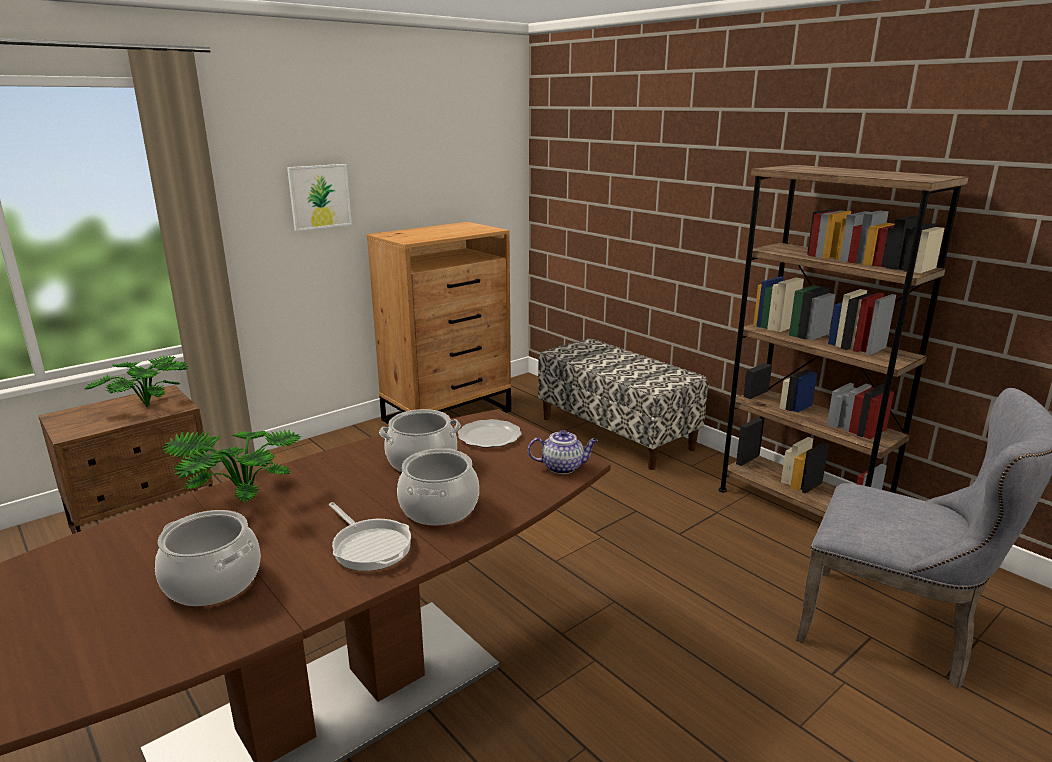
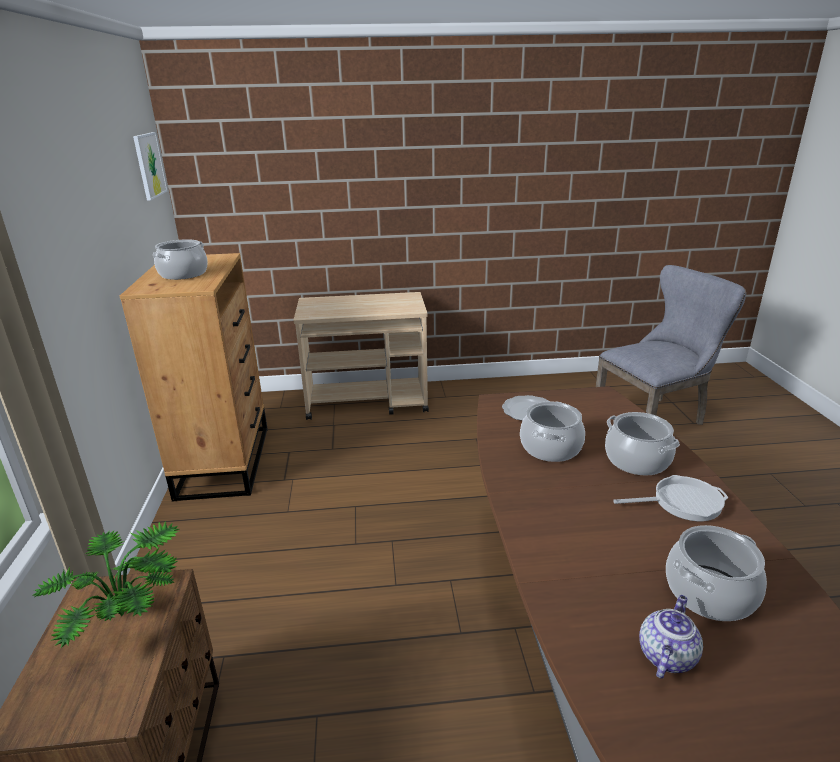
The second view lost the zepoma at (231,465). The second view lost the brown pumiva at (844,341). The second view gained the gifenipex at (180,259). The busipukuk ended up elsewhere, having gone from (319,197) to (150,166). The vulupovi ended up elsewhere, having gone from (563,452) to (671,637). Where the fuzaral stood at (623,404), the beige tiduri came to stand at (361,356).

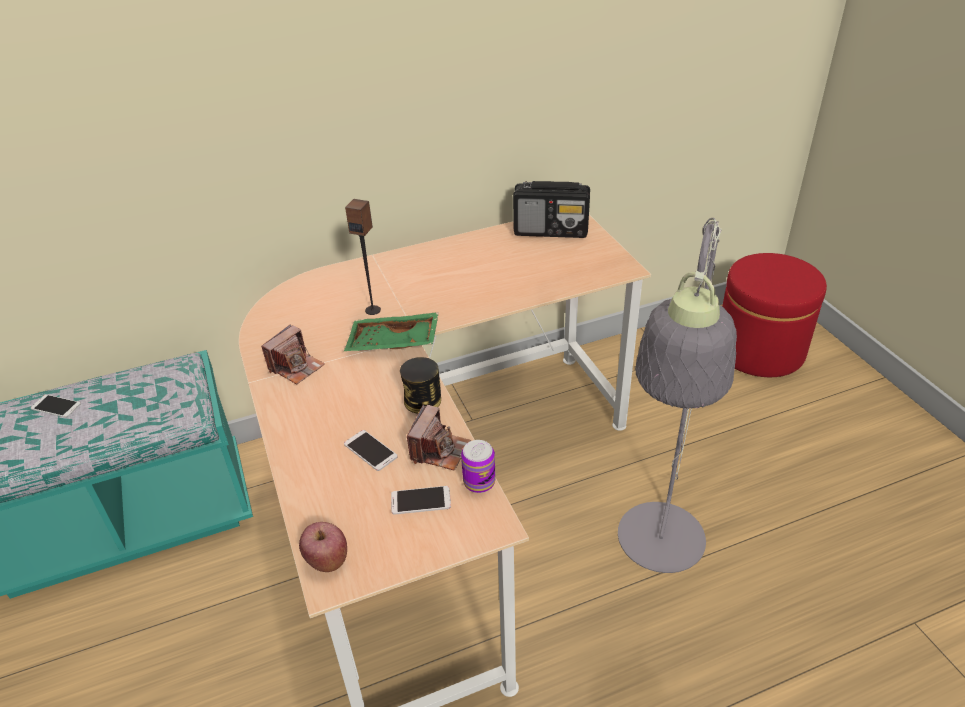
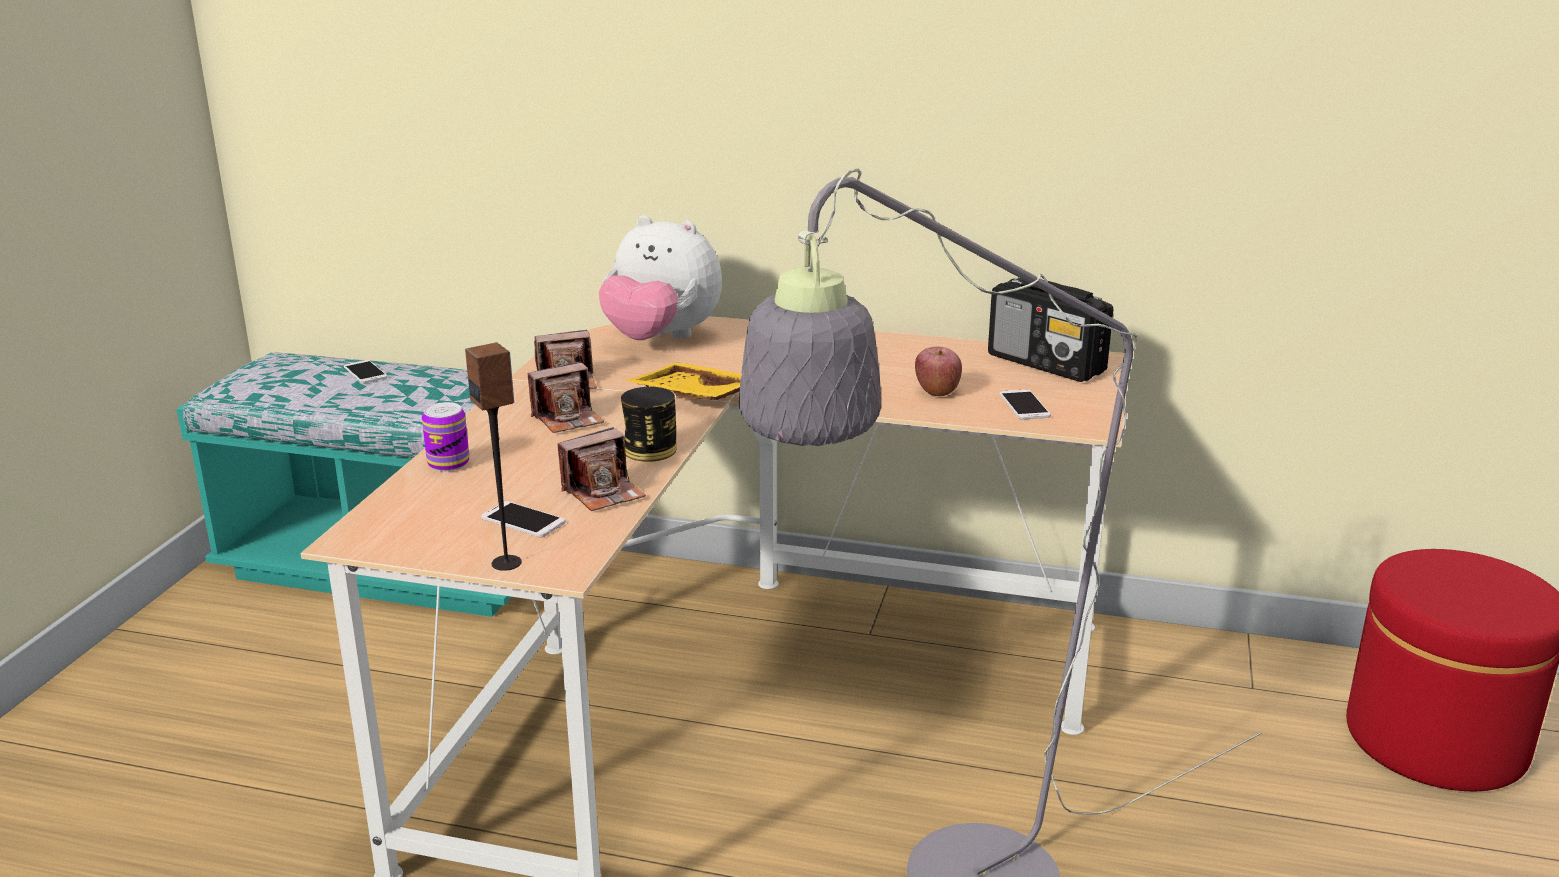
The second view gained the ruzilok at (566,397). The second view gained the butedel at (660,277). The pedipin ended up elsewhere, having gone from (323,547) to (938,371). The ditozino ended up elsewhere, having gone from (371,450) to (1025,404). The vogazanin ended up elsewhere, having gone from (363,257) to (493,457). The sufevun ended up elsewhere, having gone from (478,466) to (445,437). What was the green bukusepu at (391,331) turned into the yellow bukusepu at (683,381).

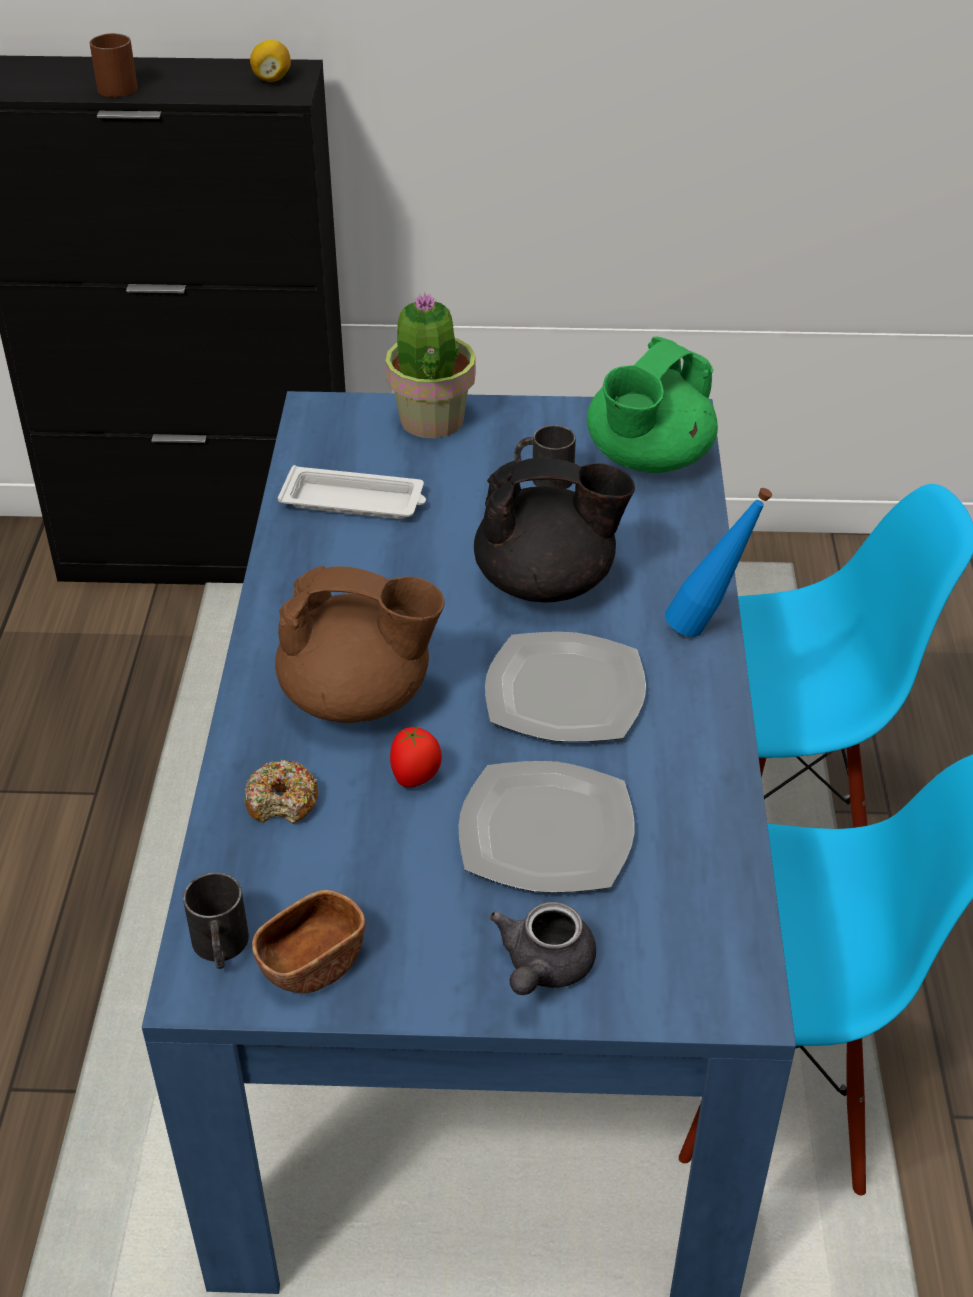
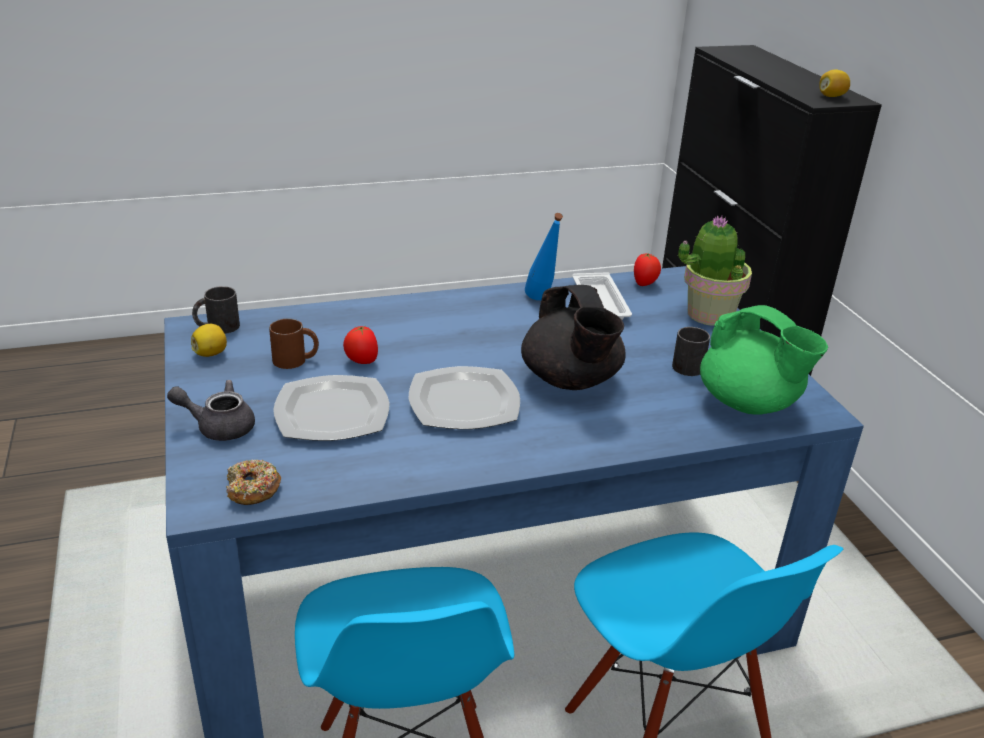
The second view lost the brown vulupovi at (360,644). The second view gained the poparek at (647,269). The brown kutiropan ended up elsewhere, having gone from (114,65) to (294,344). The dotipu ended up elsewhere, having gone from (281,791) to (253,482). The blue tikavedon ended up elsewhere, having gone from (718,562) to (544,256). Where the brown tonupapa stood at (308,941), the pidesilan came to stand at (209,340). The green vulupovi at (652,404) ended up facing another way, 150 degrees counterclockwise from before.

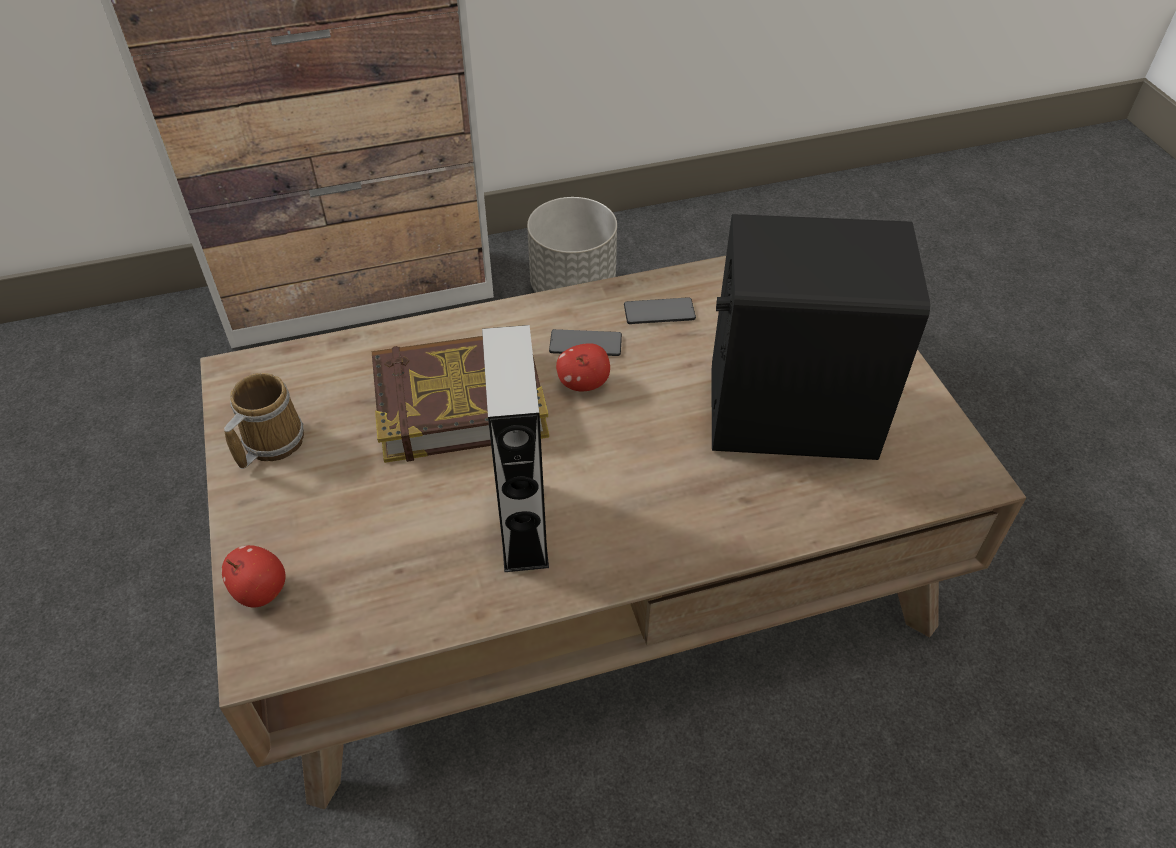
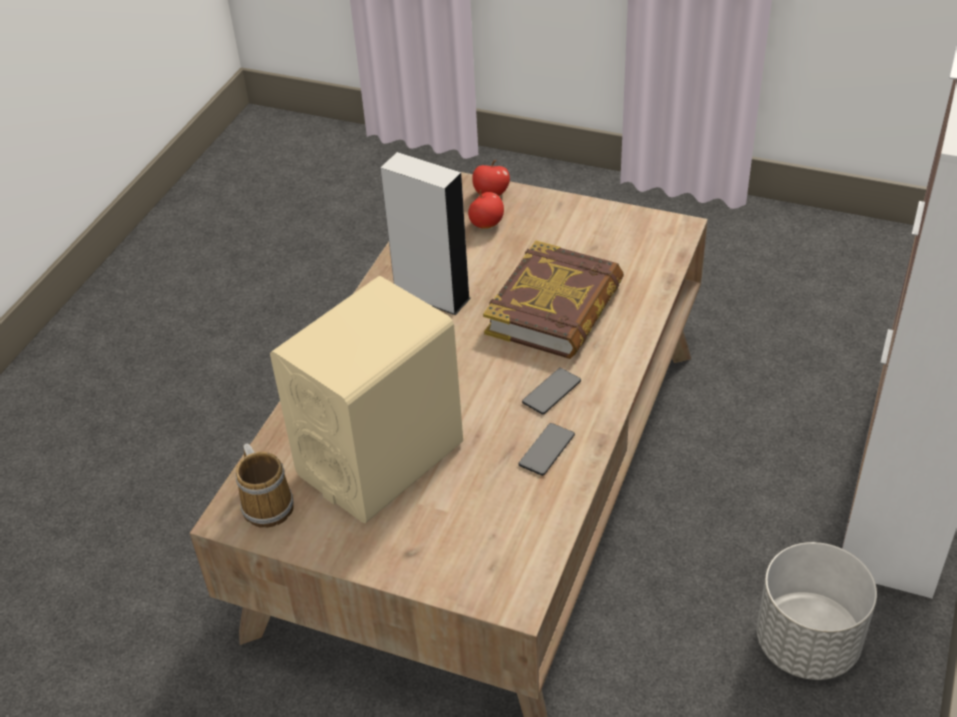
The kutiropan ended up elsewhere, having gone from (264,421) to (265,486). The pedipin ended up elsewhere, having gone from (583,367) to (486,209). What was the black vogazanin at (820,337) turned into the beige vogazanin at (366,399).

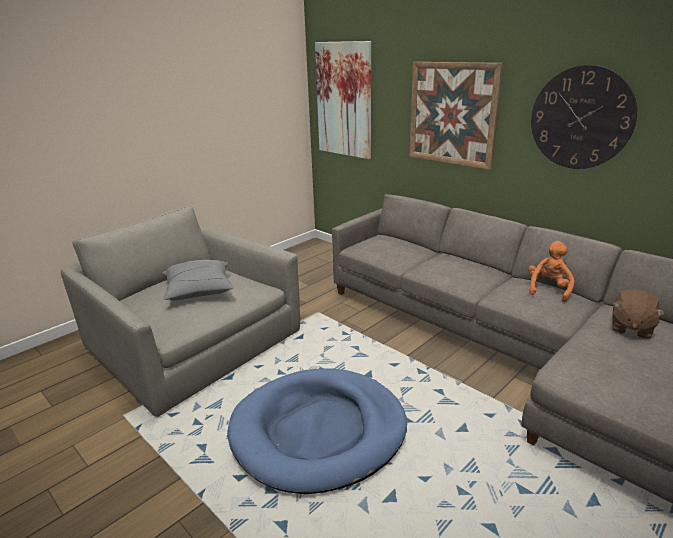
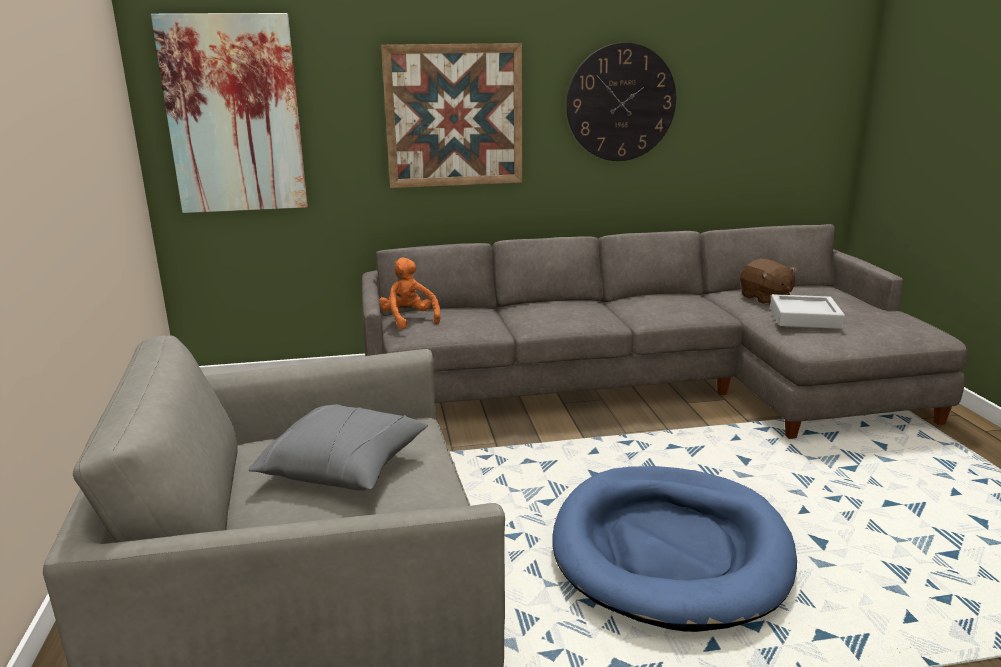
The second view gained the grey bukusepu at (807,311). The orange butedel ended up elsewhere, having gone from (551,271) to (409,293).

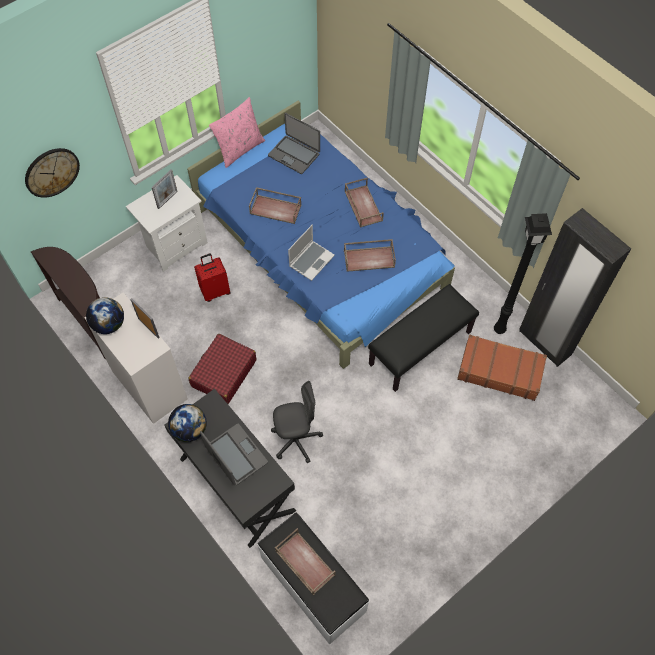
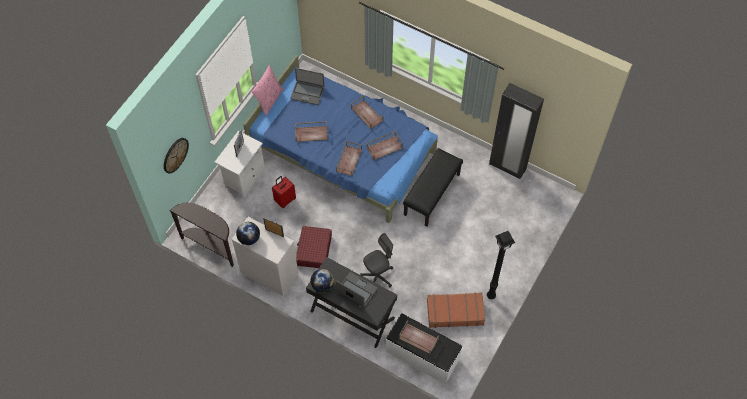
The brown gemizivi ended up elsewhere, having gone from (502,368) to (456,310). The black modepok ended up elsewhere, having gone from (523,273) to (501,265). Where the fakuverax stood at (311,253), the brown bukusepu came to stand at (349,158).

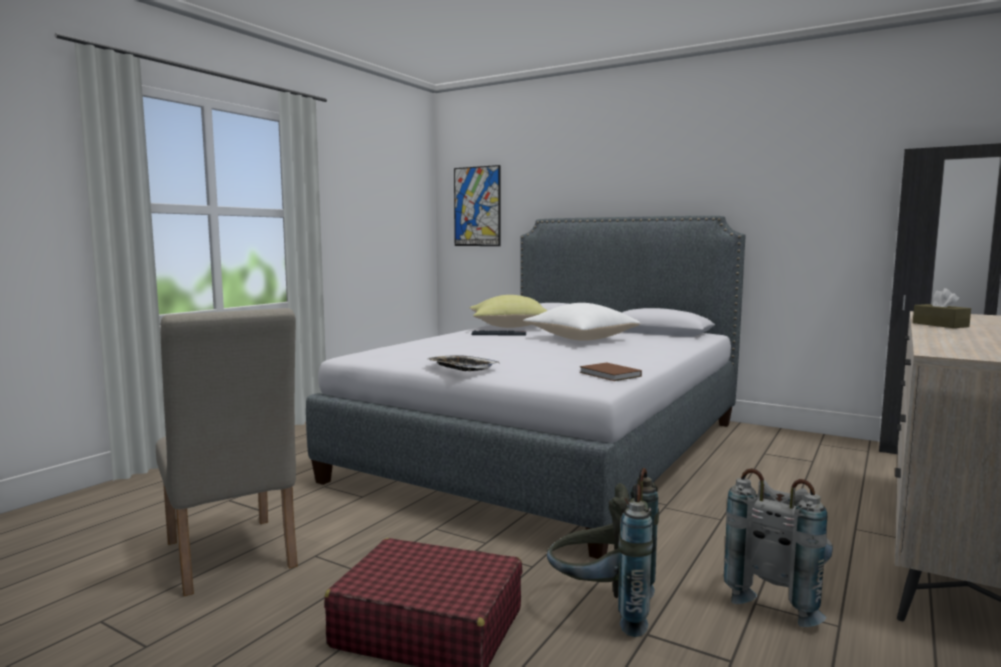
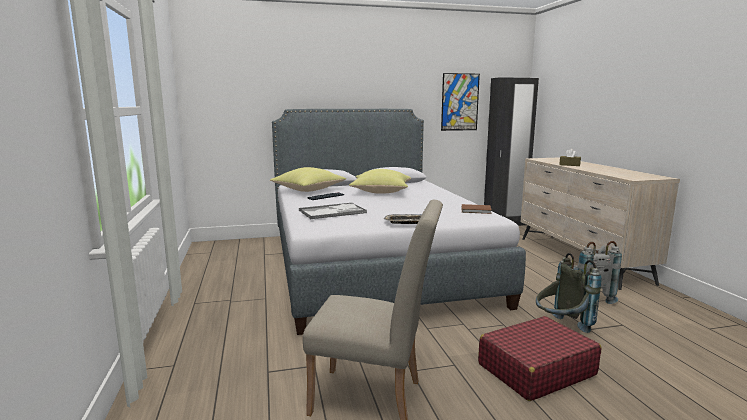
The second view gained the bukusepu at (333,211). The busipukuk ended up elsewhere, having gone from (477,205) to (460,102). What was the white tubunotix at (581,322) turned into the yellow tubunotix at (380,181).

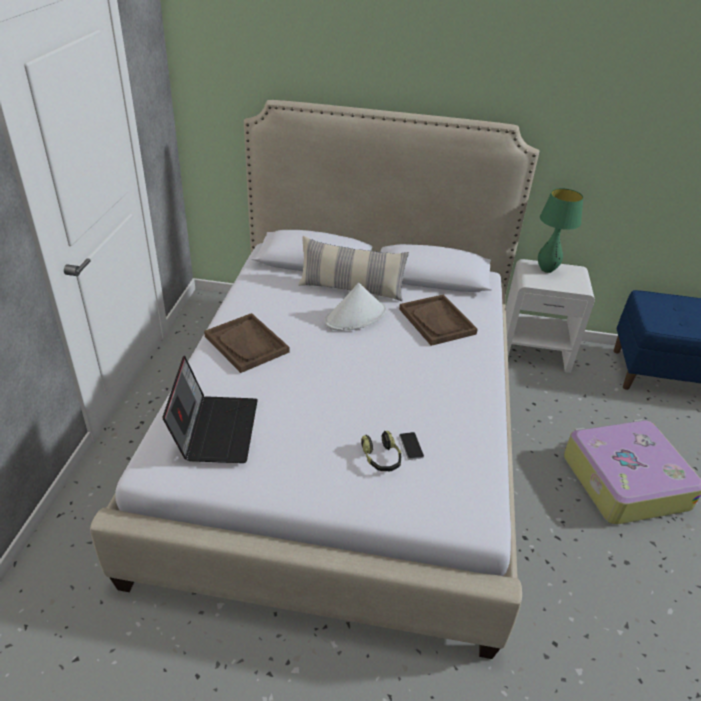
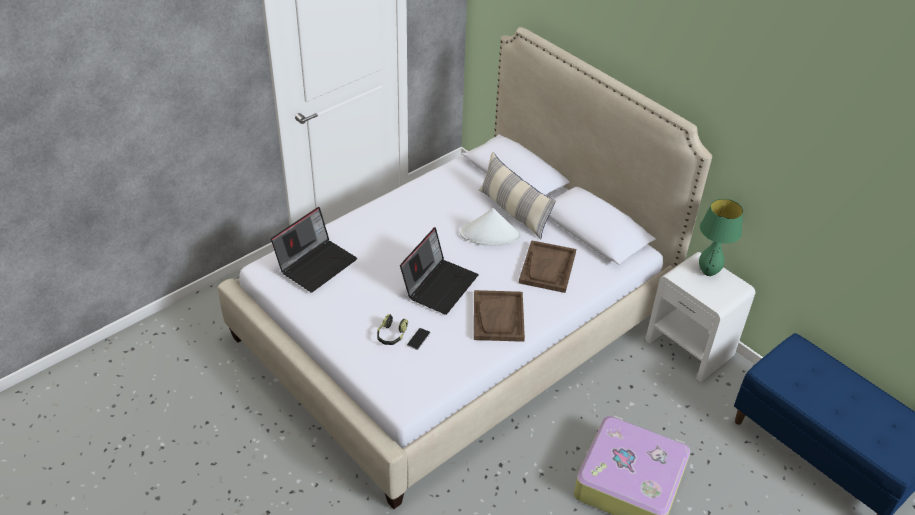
The second view gained the fakuverax at (439,271). The brown bukusepu ended up elsewhere, having gone from (246,343) to (499,316).

